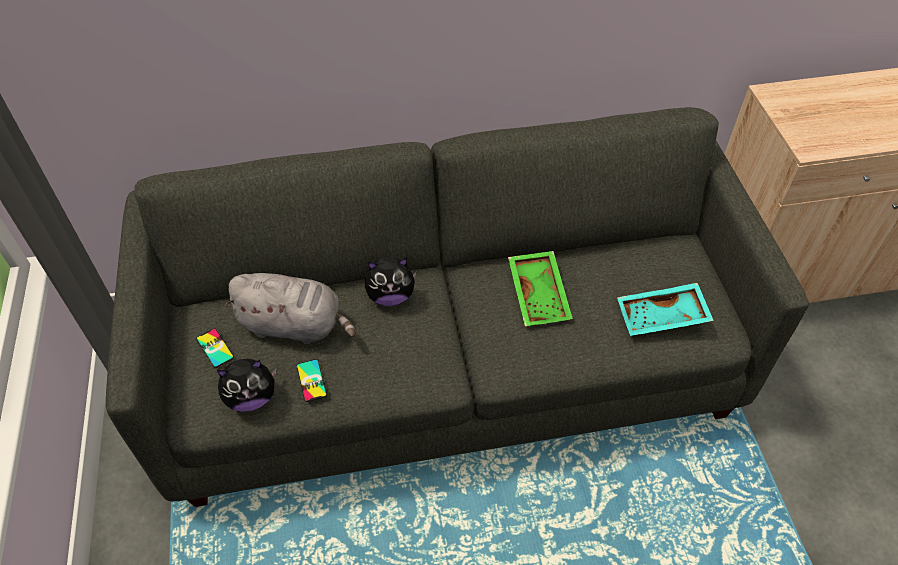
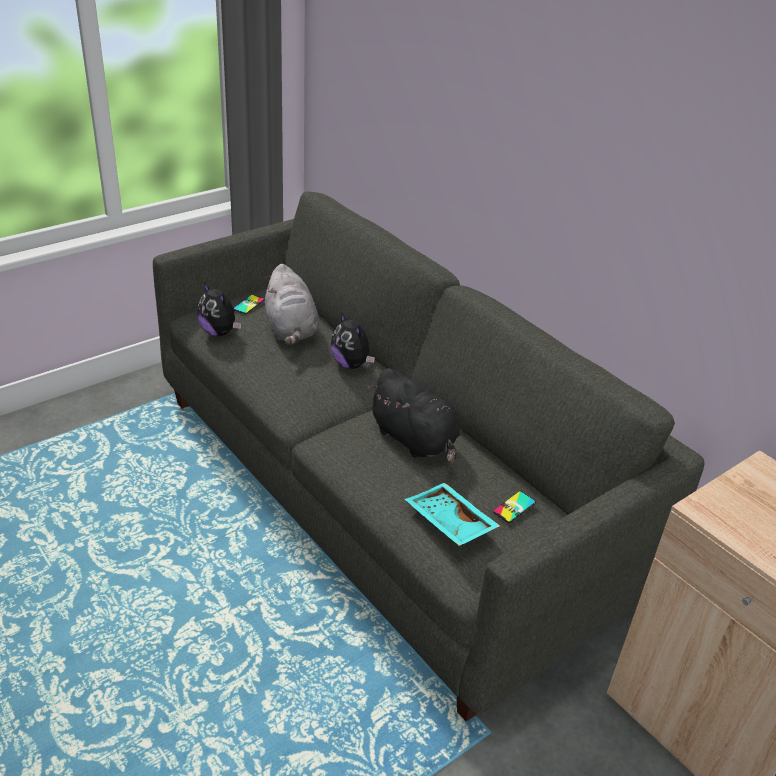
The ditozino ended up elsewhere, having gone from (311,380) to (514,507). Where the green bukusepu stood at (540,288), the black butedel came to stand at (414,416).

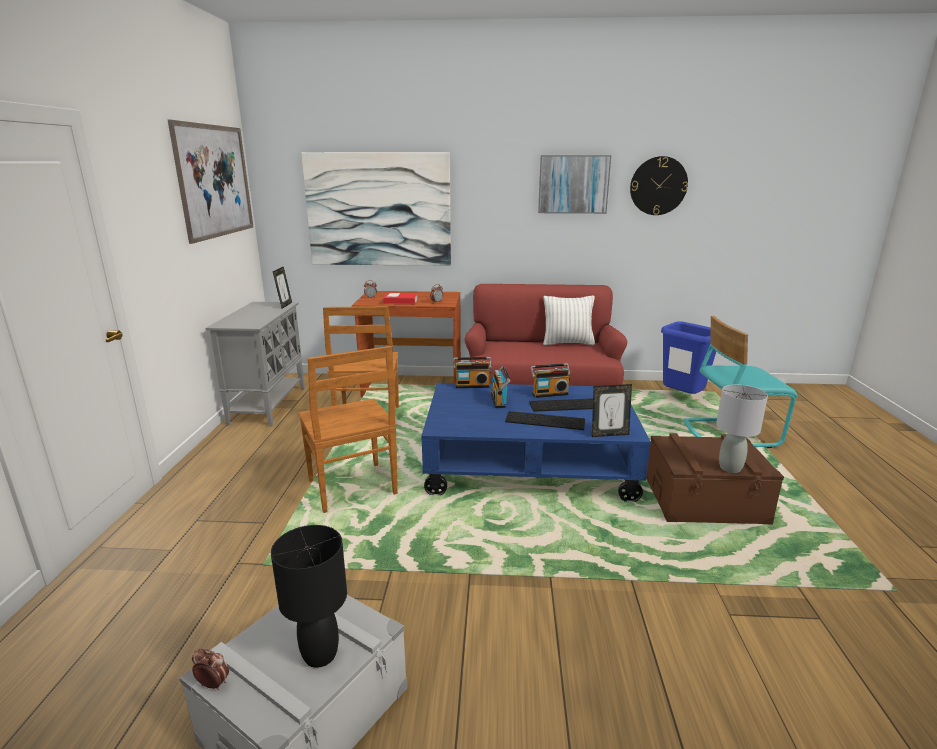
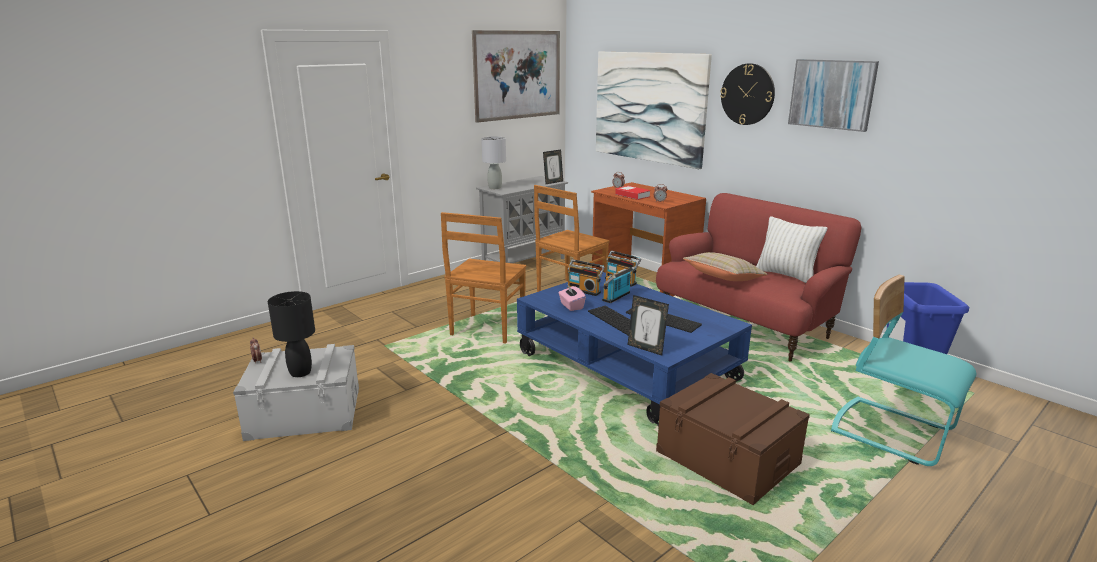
The second view gained the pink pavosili at (572,297). The second view gained the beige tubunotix at (725,266). The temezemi ended up elsewhere, having gone from (551,380) to (586,277). The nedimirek ended up elsewhere, having gone from (659,185) to (747,94). The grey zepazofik ended up elsewhere, having gone from (742,429) to (493,162).

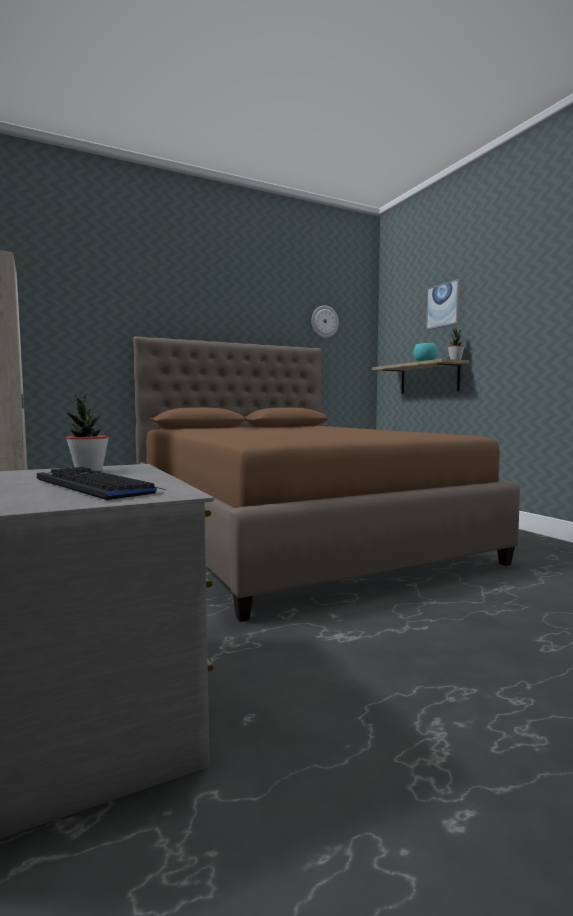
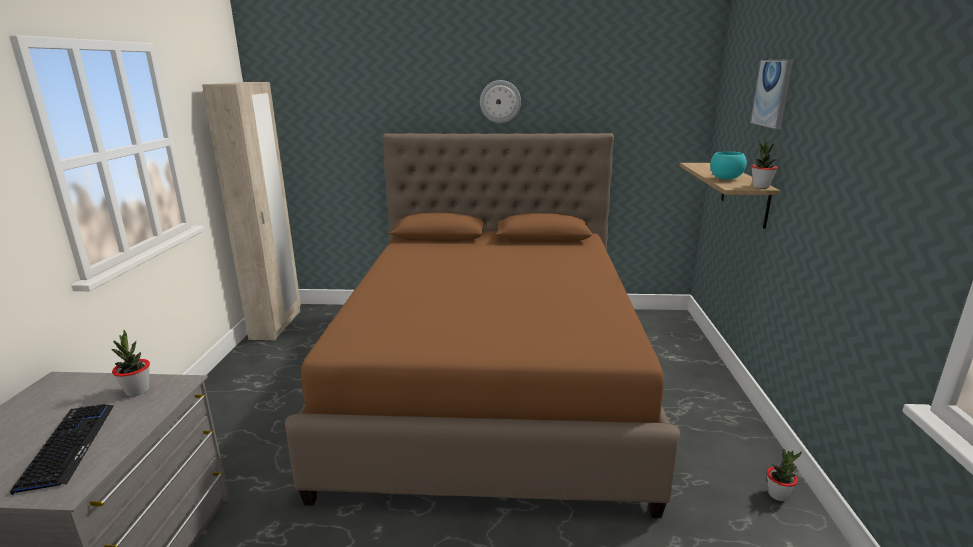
The second view gained the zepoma at (784,475). The nedimirek ended up elsewhere, having gone from (325,321) to (500,101).

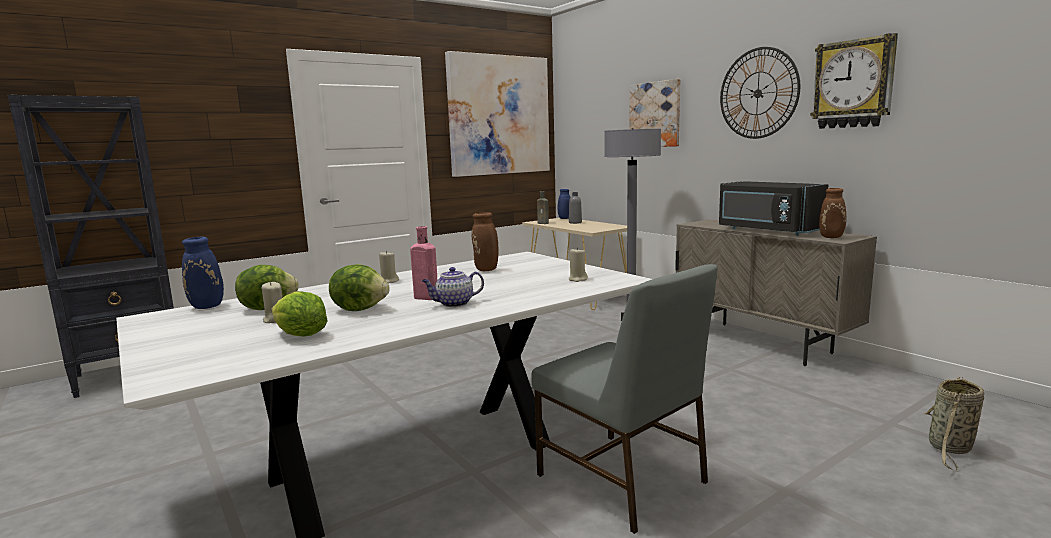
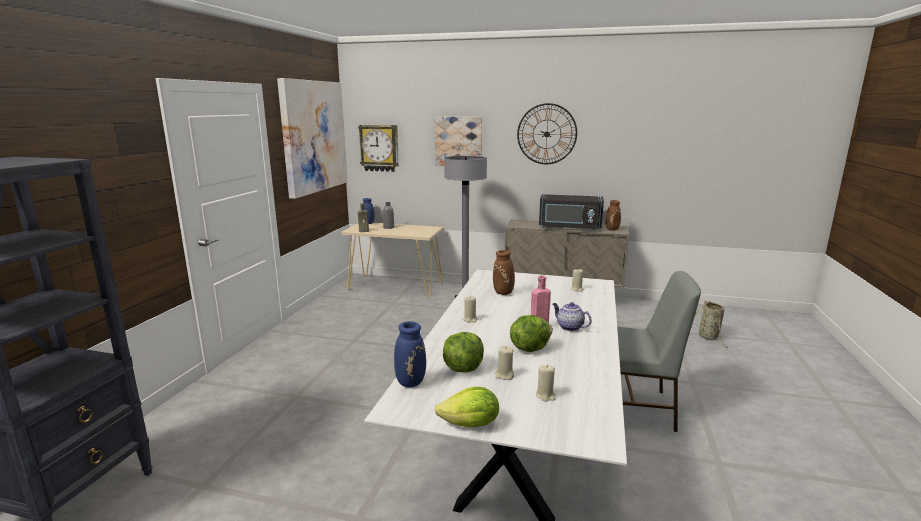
The second view gained the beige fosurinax at (546,383). The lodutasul ended up elsewhere, having gone from (300,314) to (467,407). The nedimirek ended up elsewhere, having gone from (854,81) to (378,148). The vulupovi at (453,287) ended up facing another way, 105 degrees clockwise from before.

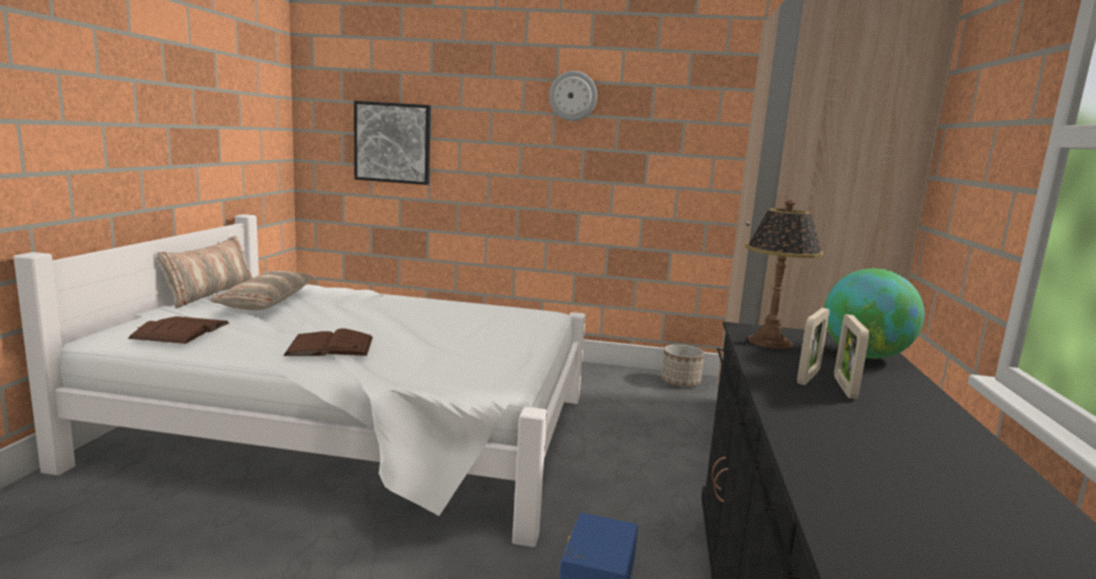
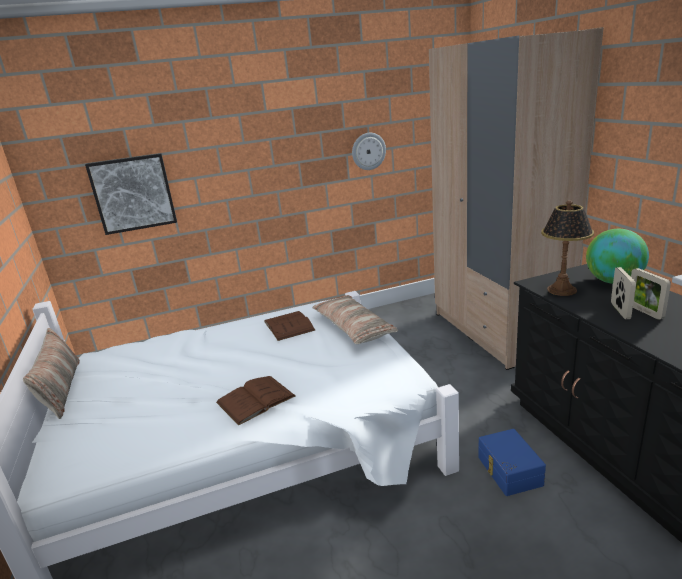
The second view lost the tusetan at (682,365). The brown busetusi ended up elsewhere, having gone from (178,330) to (289,326). The tubunotix ended up elsewhere, having gone from (262,290) to (355,319). The nedimirek ended up elsewhere, having gone from (573,96) to (369,151).

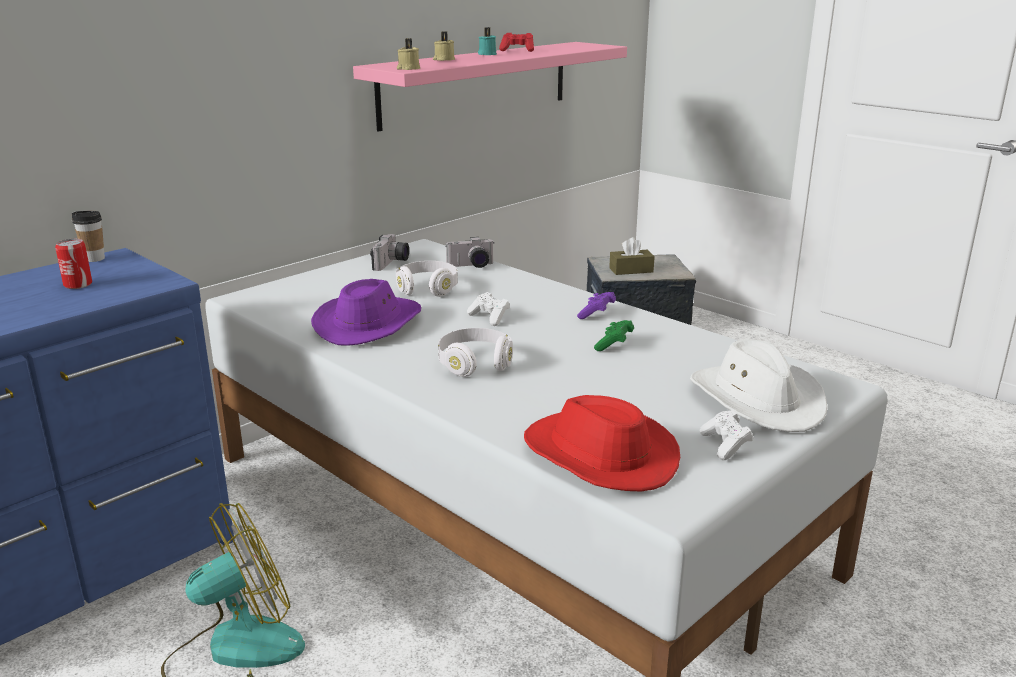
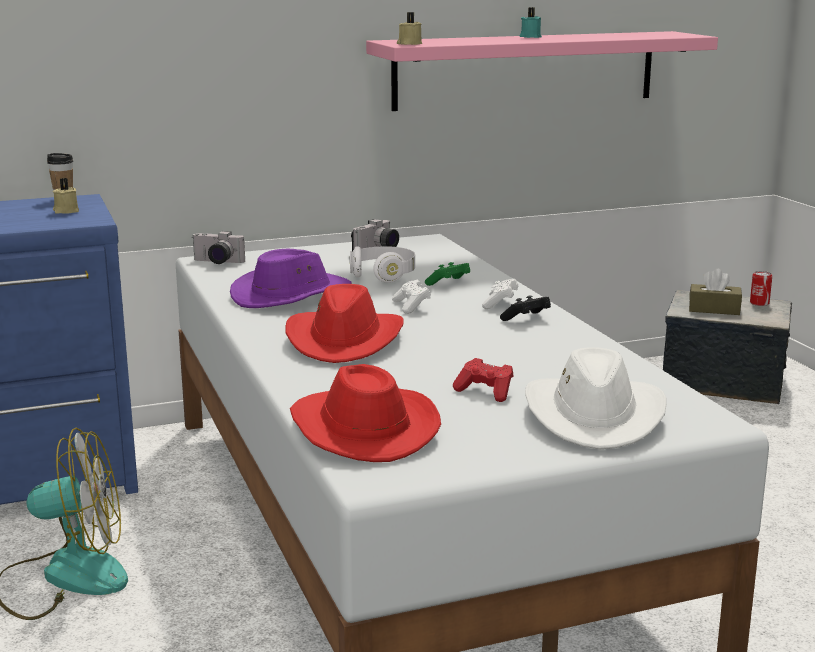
The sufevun ended up elsewhere, having gone from (73,264) to (761,288). The beige fosurinax ended up elsewhere, having gone from (444,46) to (66,196). The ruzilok ended up elsewhere, having gone from (470,252) to (218,247). The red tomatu ended up elsewhere, having gone from (516,42) to (483,380). The green tomatu ended up elsewhere, having gone from (614,335) to (447,274). The white tomatu ended up elsewhere, having gone from (726,435) to (500,294). Where the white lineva stood at (475,352), the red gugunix came to stand at (345,323). What was the purple tomatu at (596,305) turned into the black tomatu at (525,308).

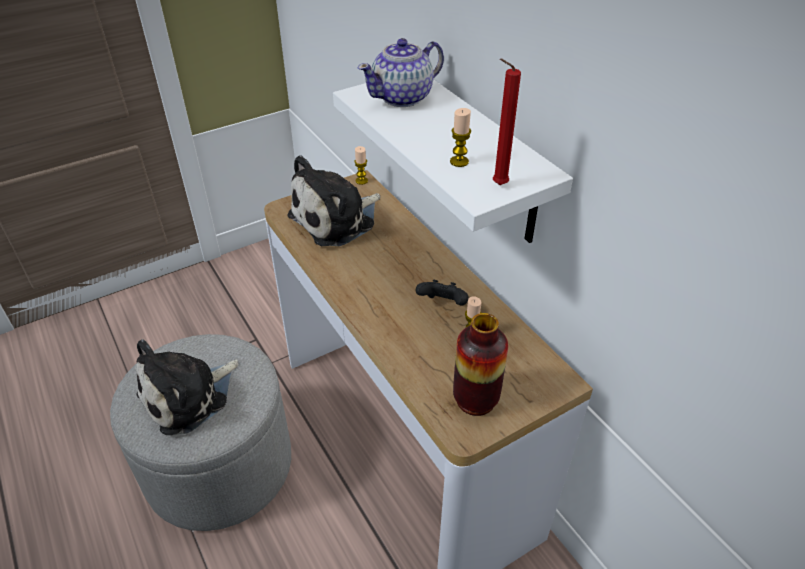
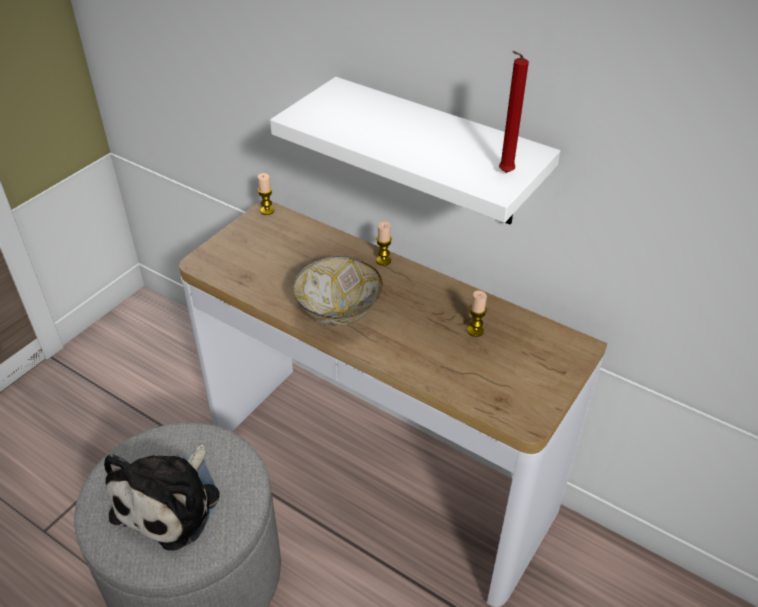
The second view lost the butedel at (333,200). The second view lost the vulupovi at (401,72). The second view lost the black tomatu at (442,293). The second view lost the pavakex at (480,364). The second view gained the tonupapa at (338,291). The fosurinax ended up elsewhere, having gone from (460,137) to (384,244).

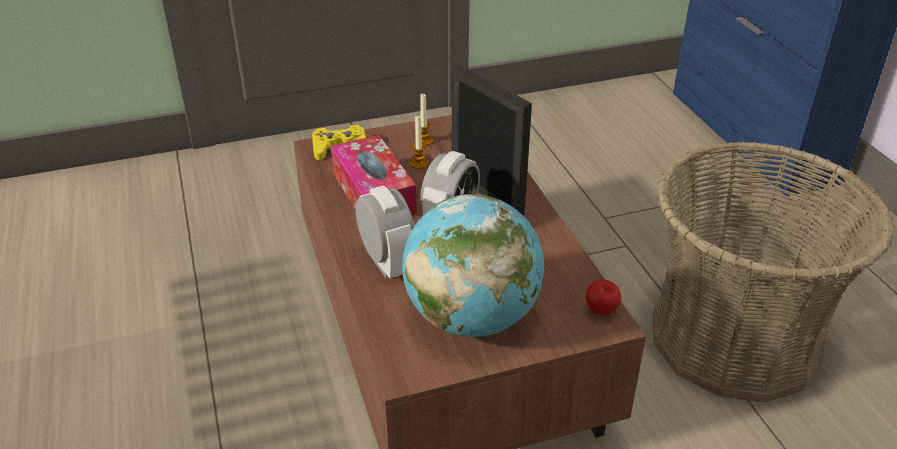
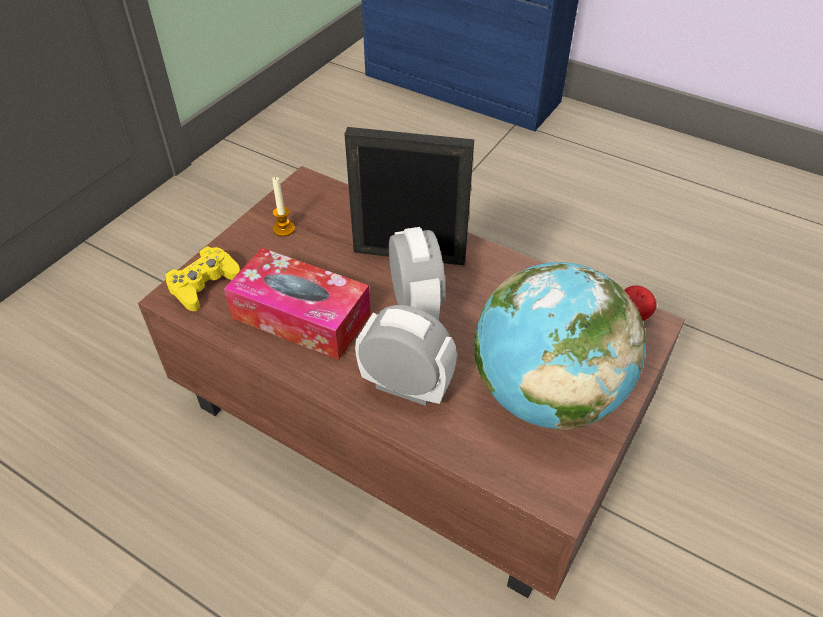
The second view lost the fosurinax at (419,142). The second view lost the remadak at (774,272).

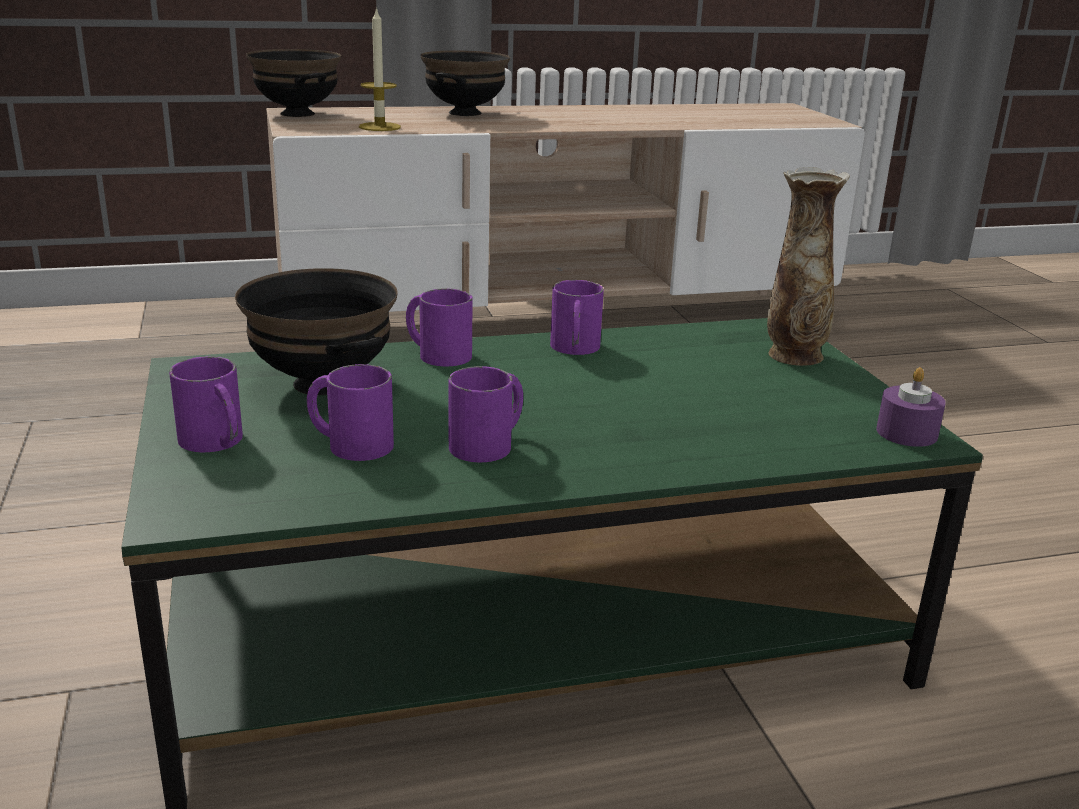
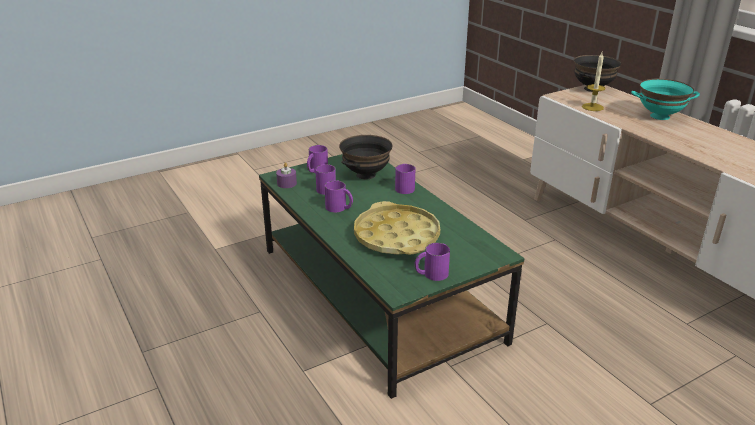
The second view lost the pavakex at (808,266). The second view gained the yellow bukusepu at (397,228). The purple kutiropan ended up elsewhere, having gone from (577,317) to (432,262). The purple fosurinax ended up elsewhere, having gone from (911,407) to (286,175). What was the black tonupapa at (465,83) turned into the turquoise tonupapa at (665,99).

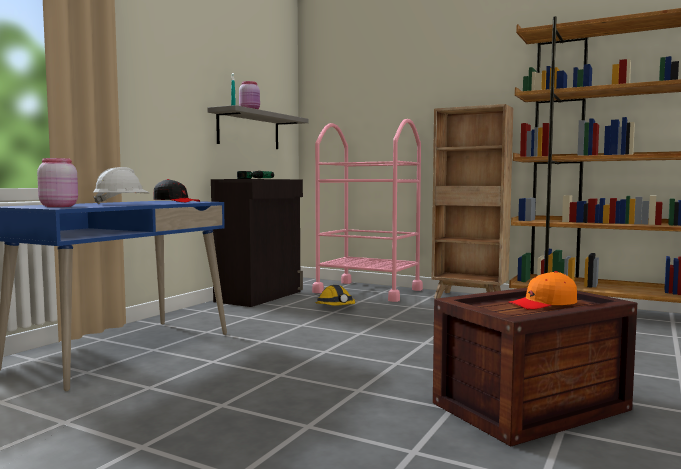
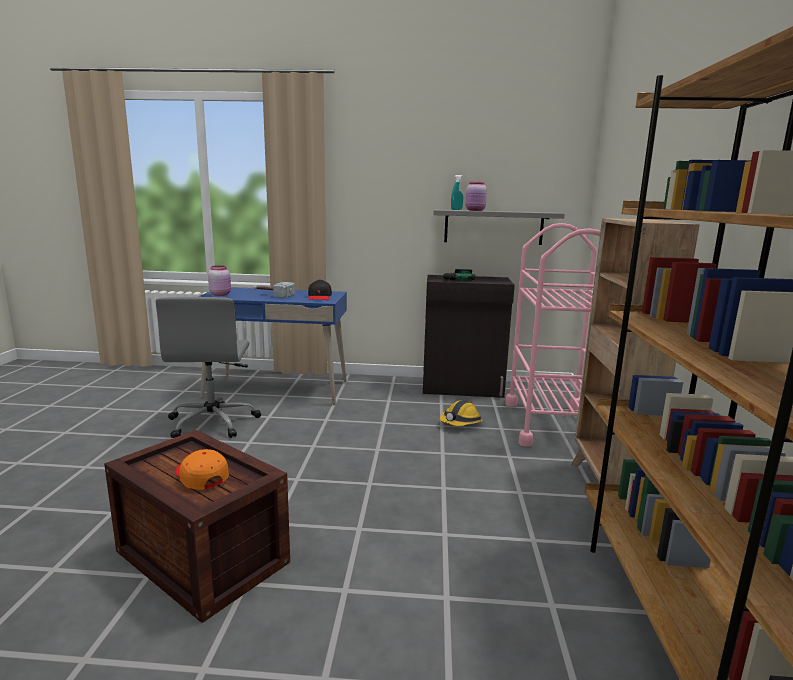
The second view gained the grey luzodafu at (208,367). Where the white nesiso stood at (121,185), the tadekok came to stand at (274,290).

